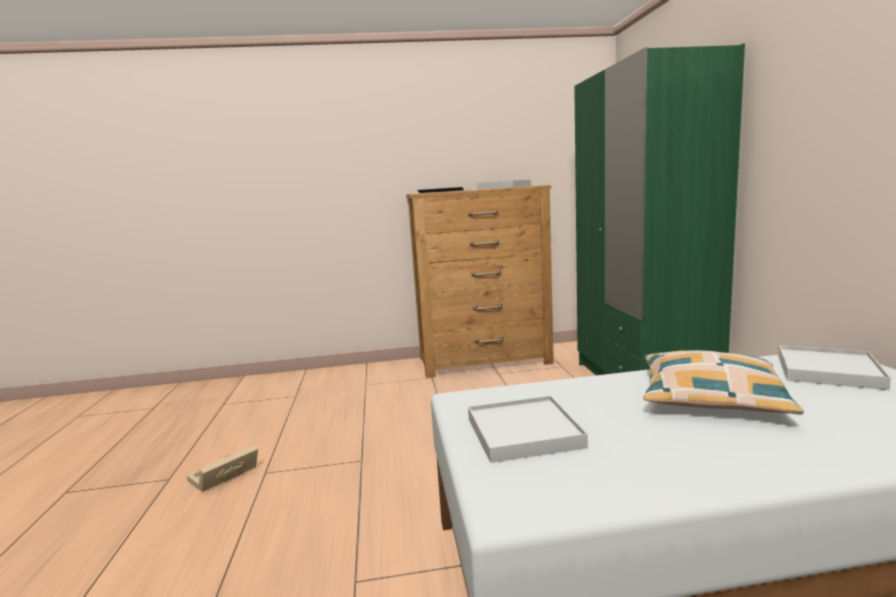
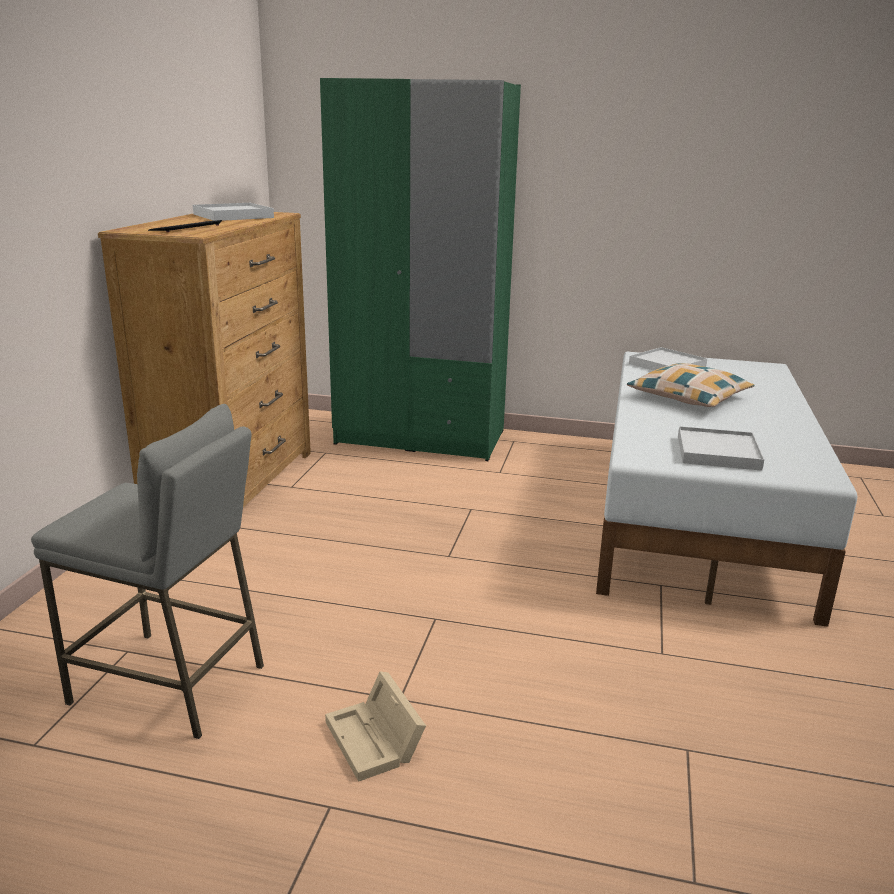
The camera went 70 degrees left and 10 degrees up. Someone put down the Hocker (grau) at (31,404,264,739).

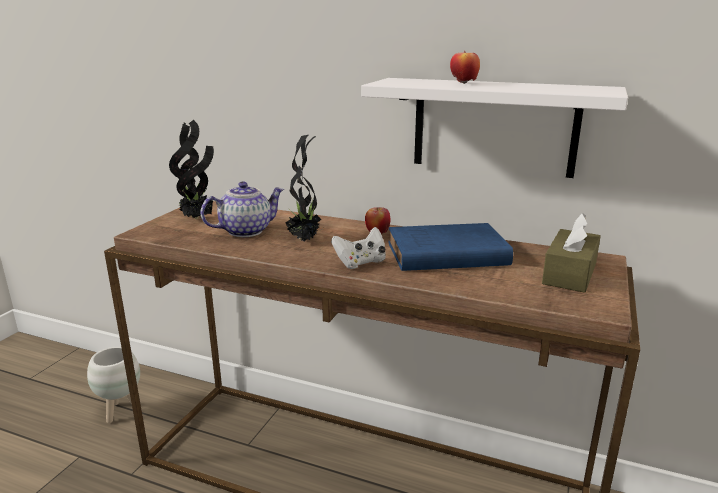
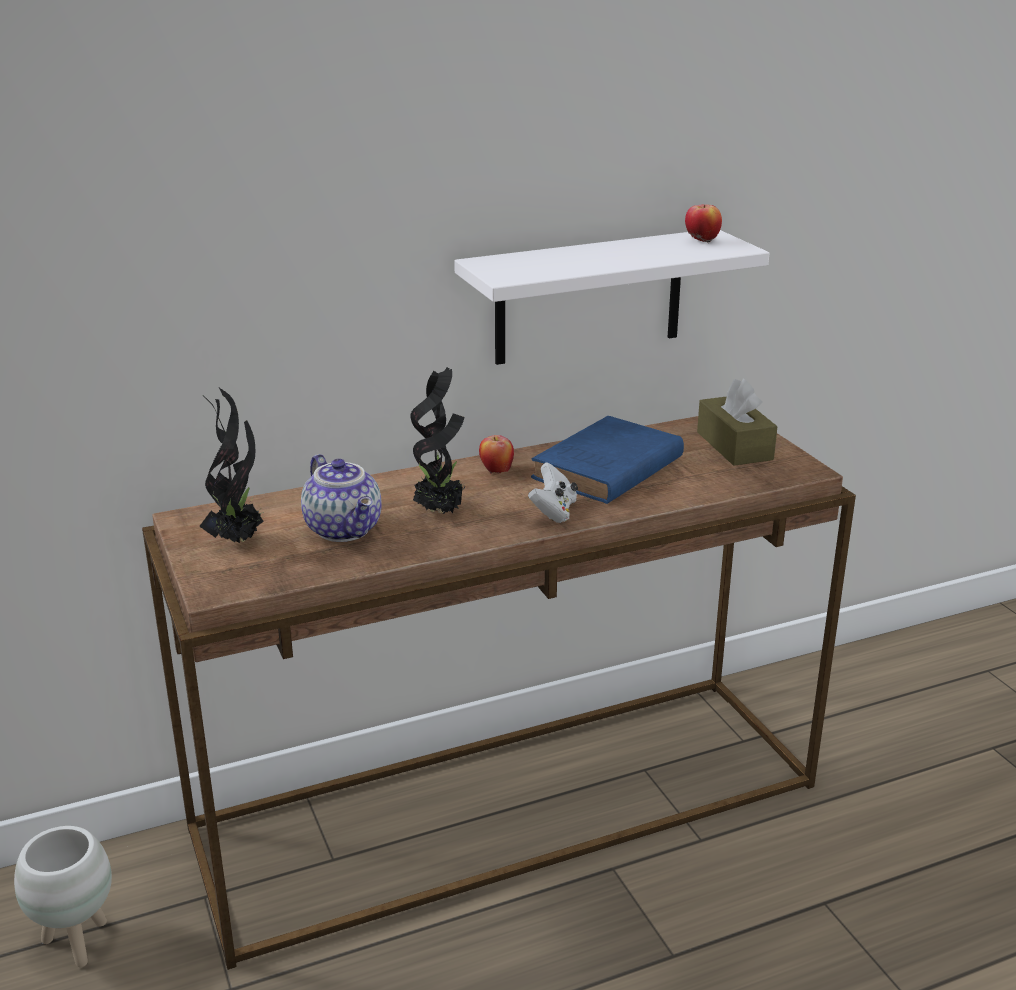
The camera went 45 degrees left and 5 degrees up. Someone carried the Apfel from (450,51,480,84) to (685,204,722,243). Someone rotated the Teekanne at (201,182,284,237) by 135 degrees clockwise.

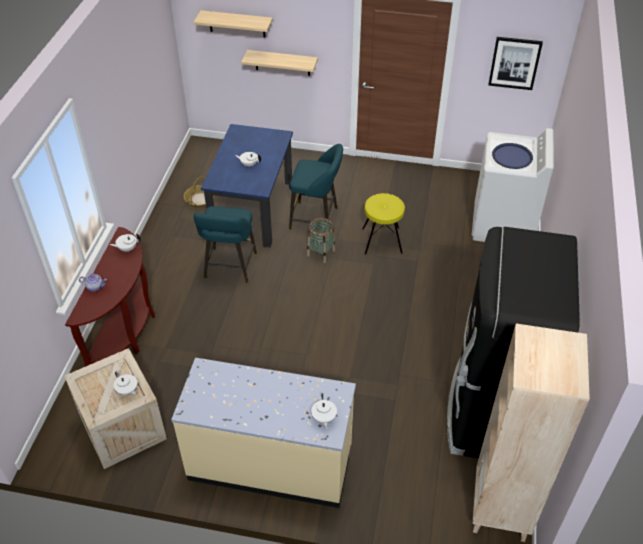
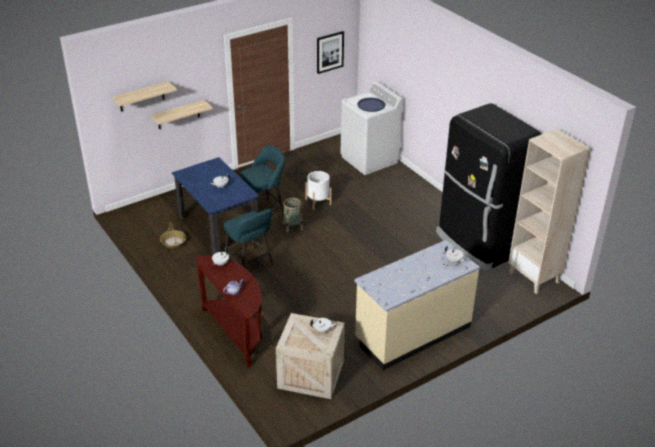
The camera went 45 degrees left and 10 degrees down. Someone swapped the Hocker (gelb) at (362,193,405,255) for the Pflanzkübel (weiß) at (305,171,332,209).

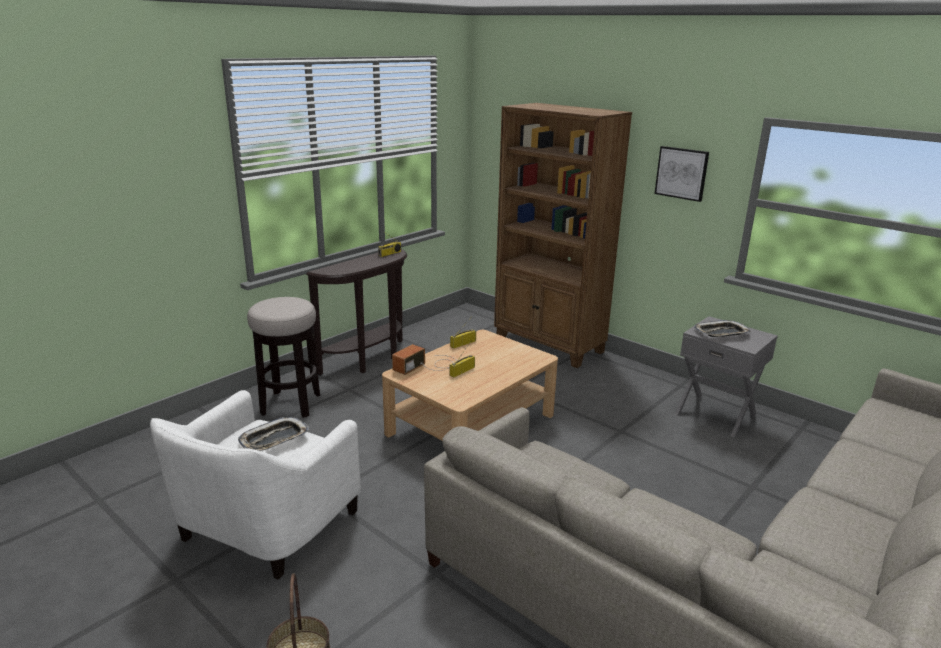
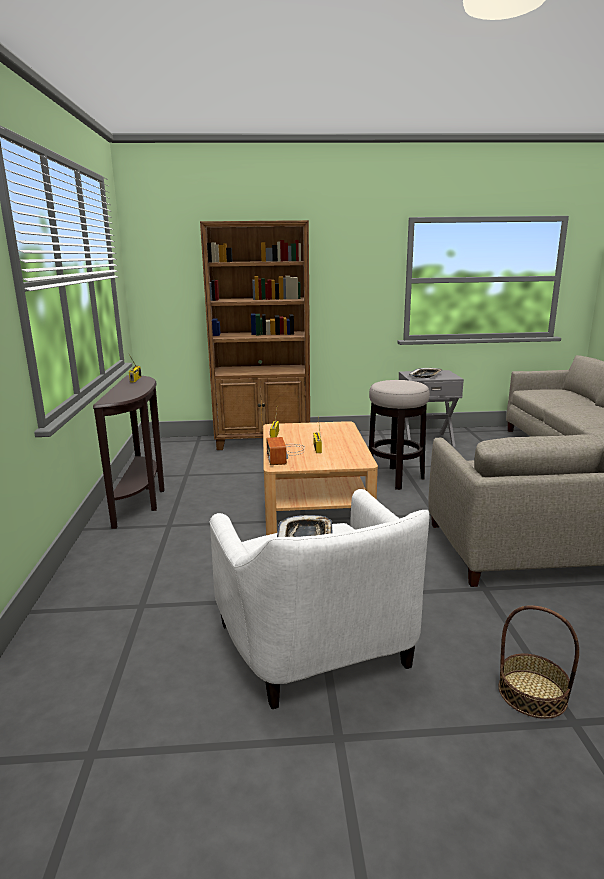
The camera went 45 degrees left and 5 degrees down. Someone took away the Bild at (654,146,709,202). Someone carried the Hocker from (247,297,320,418) to (369,380,430,490).

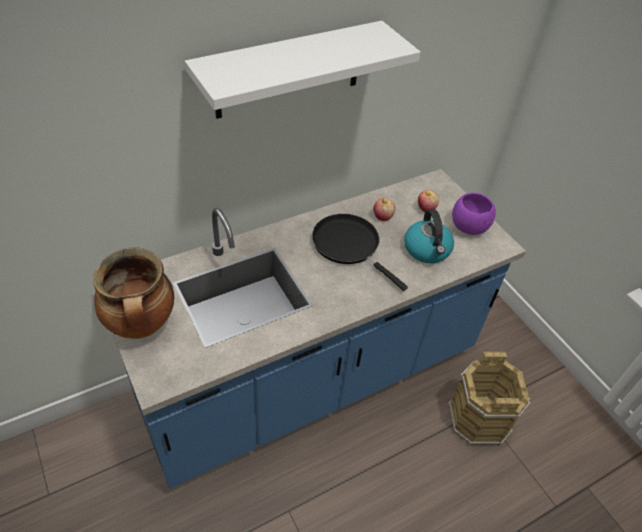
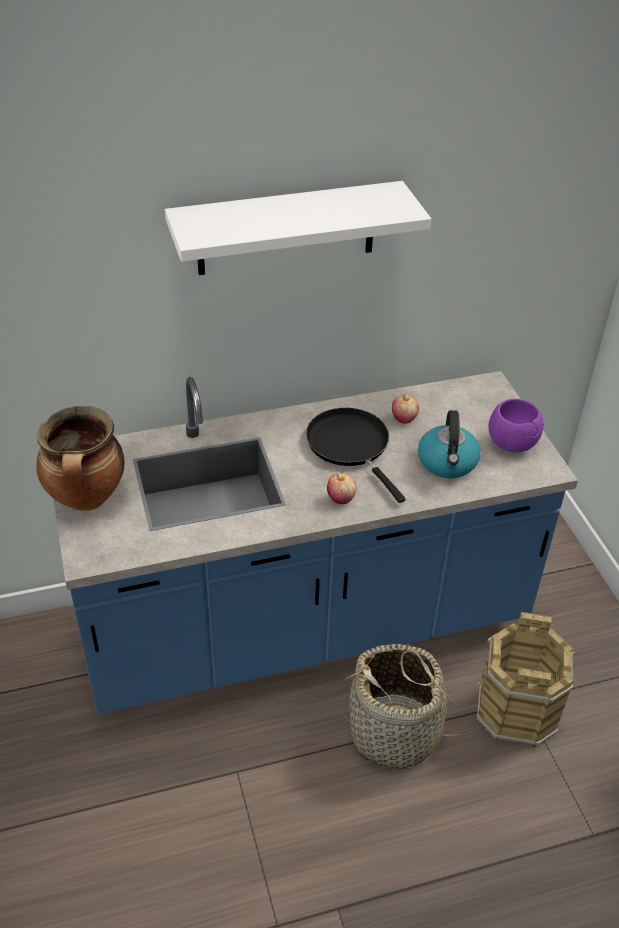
The camera went 15 degrees right and 5 degrees down. Someone put down the Korb at (339,644,468,770). Someone carried the Apfel from (418,190,439,212) to (327,473,357,504).

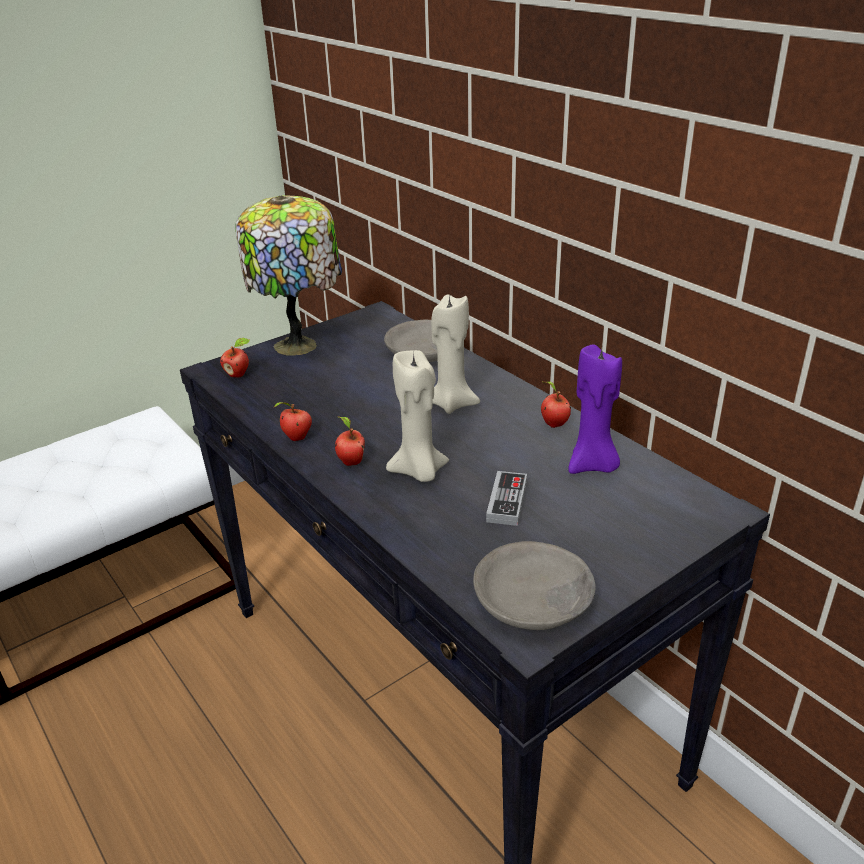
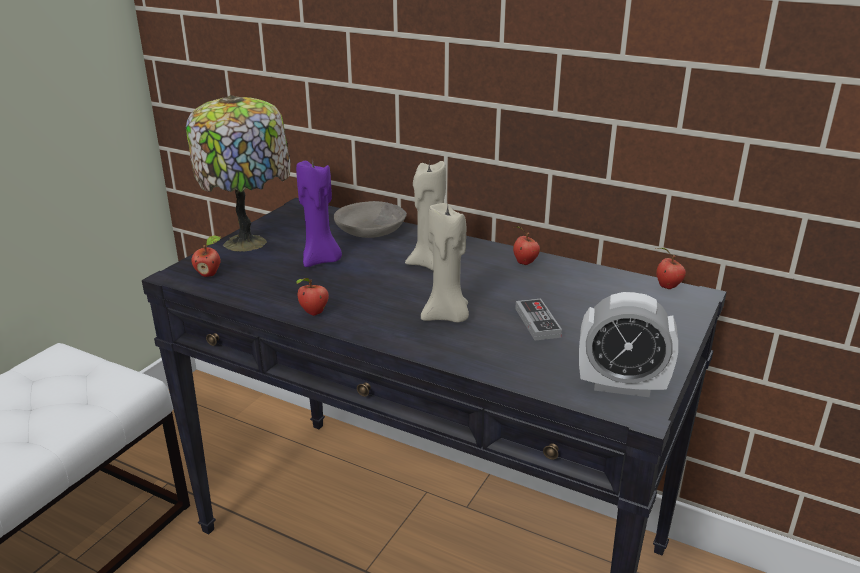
The camera went 25 degrees left and 5 degrees down. Someone carried the Apfel from (335,416,365,466) to (656,248,686,289). Someone carried the Kerze (lila) from (569,344,622,474) to (296,157,342,267). Someone swapped the Schüssel (grau) at (473,541,596,630) for the Wecker at (579,292,678,397).

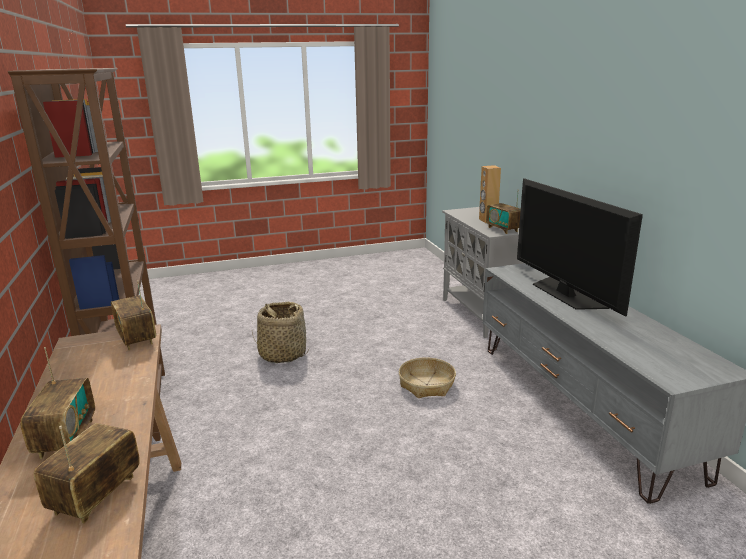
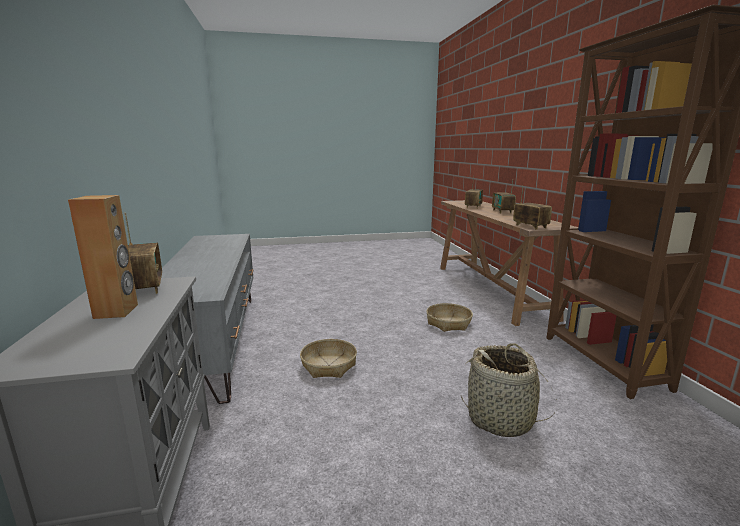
The camera went 175 degrees left and 5 degrees down. Someone took away the Fernseher at (517,178,643,316). Someone put down the Korb at (426,303,473,332).

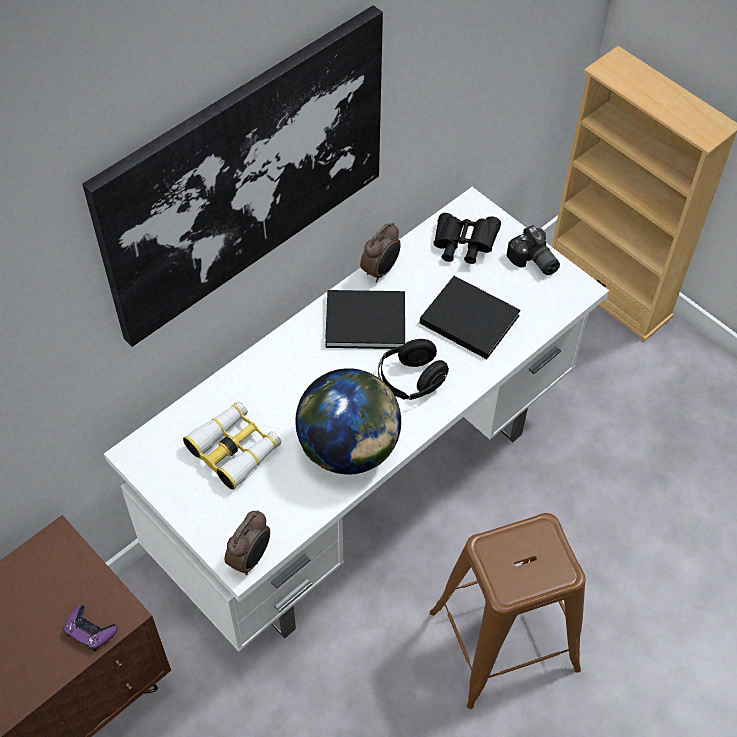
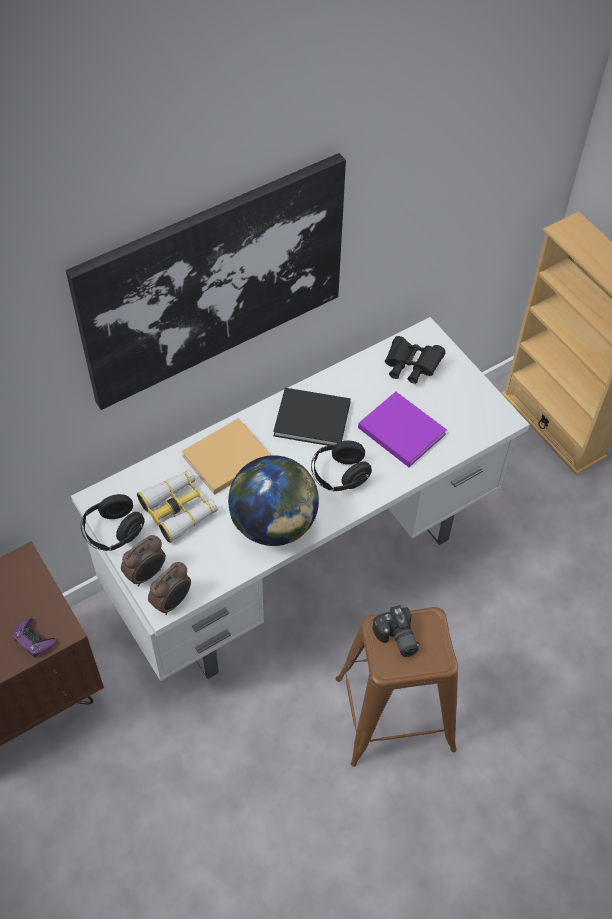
The camera went 10 degrees right and 0 degrees up. Someone put down the Kopfhörer (schwarz) at (81,494,144,551). Someone put down the Buch (beige) at (182,418,271,495). Someone carried the Wecker from (360,222,401,282) to (121,535,166,587). Someone carried the Kamera from (507,225,560,275) to (373,605,418,657). Someone repainted the Buch (schwarz) at (420,276,521,359), which became the Buch (lila) at (358,392,447,467).

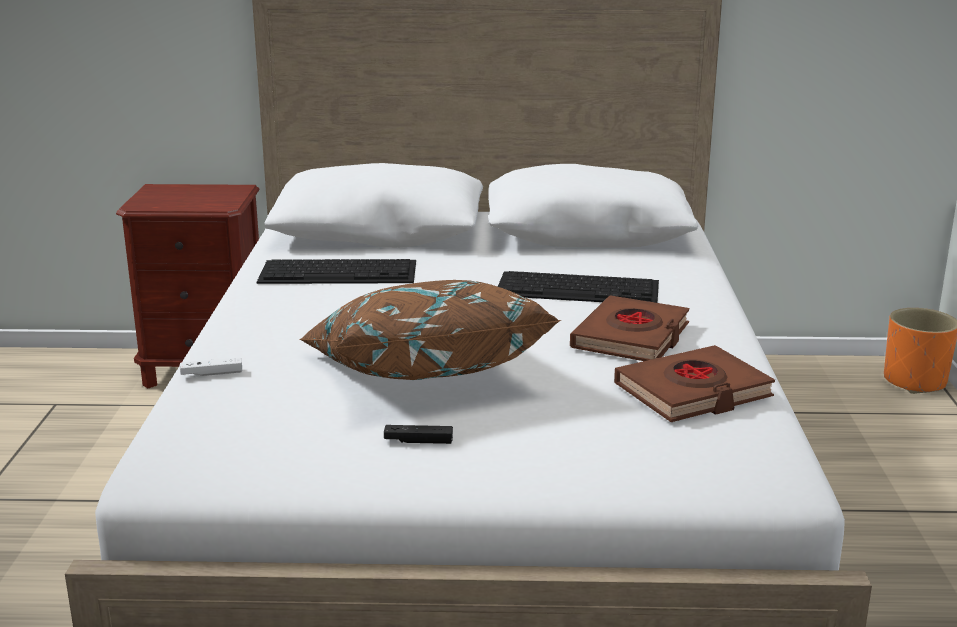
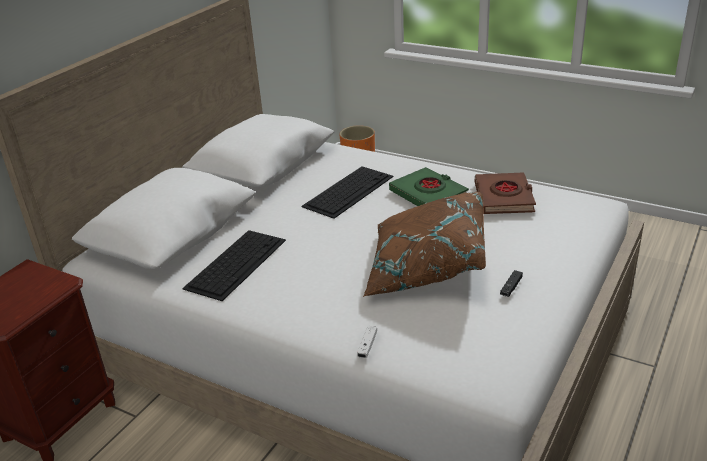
The camera went 60 degrees left and 10 degrees up. Someone repainted the Buch (braun) at (570,295,689,361), which became the Buch (grün) at (389,167,469,206).

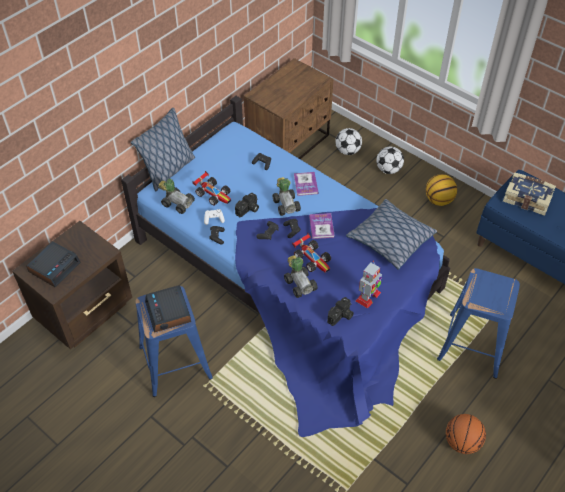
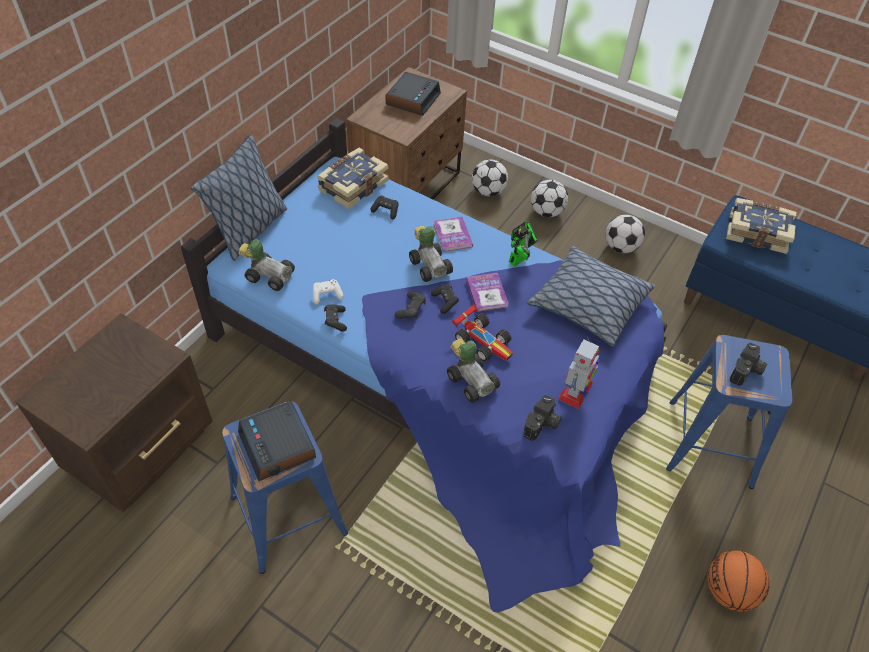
The camera went 10 degrees left and 0 degrees up. Someone took away the Spielzeugauto at (192,171,231,205). Someone put down the Buch at (317,148,389,209). Someone put down the Spielzeugroboter at (509,221,538,266). Someone carried the Wecker from (26,241,81,288) to (386,72,441,116). Someone carried the Kamera from (235,193,259,217) to (730,342,767,386). Someone swapped the Basketball at (426,174,457,206) for the Fußball at (606,215,645,253).

